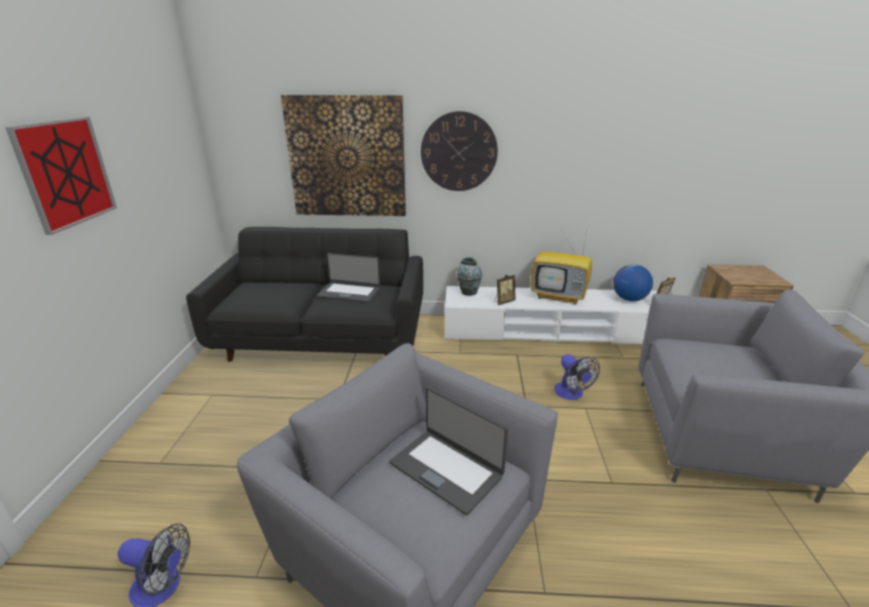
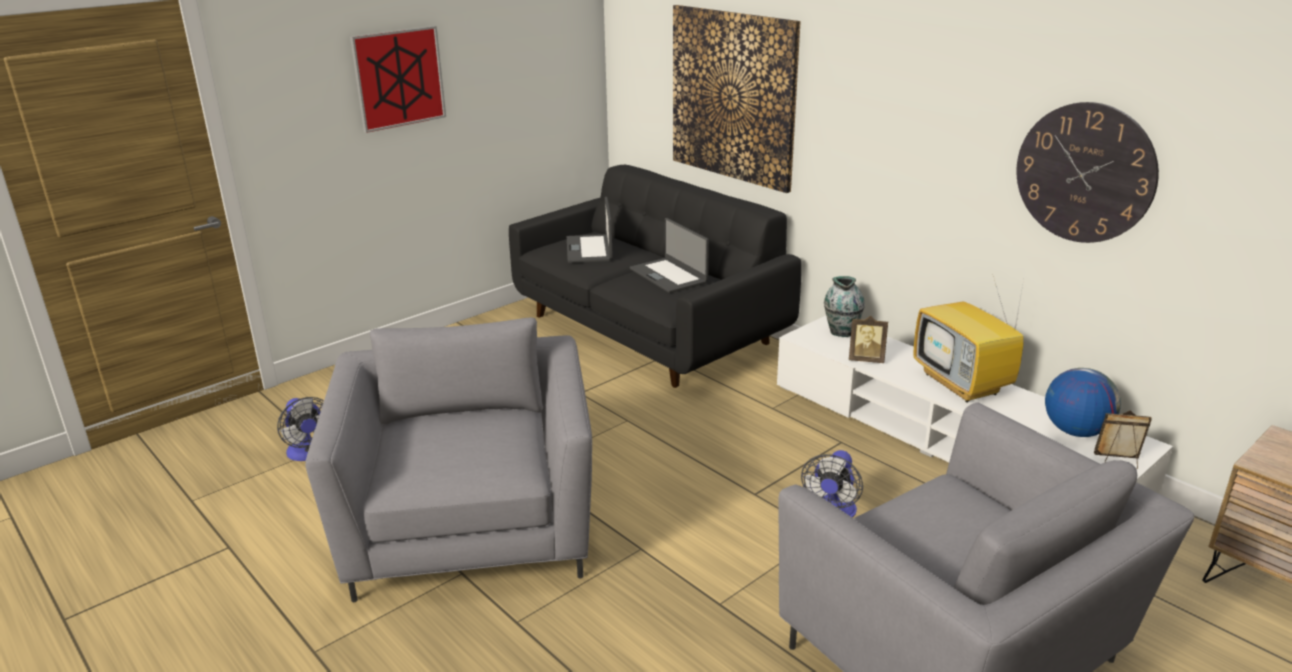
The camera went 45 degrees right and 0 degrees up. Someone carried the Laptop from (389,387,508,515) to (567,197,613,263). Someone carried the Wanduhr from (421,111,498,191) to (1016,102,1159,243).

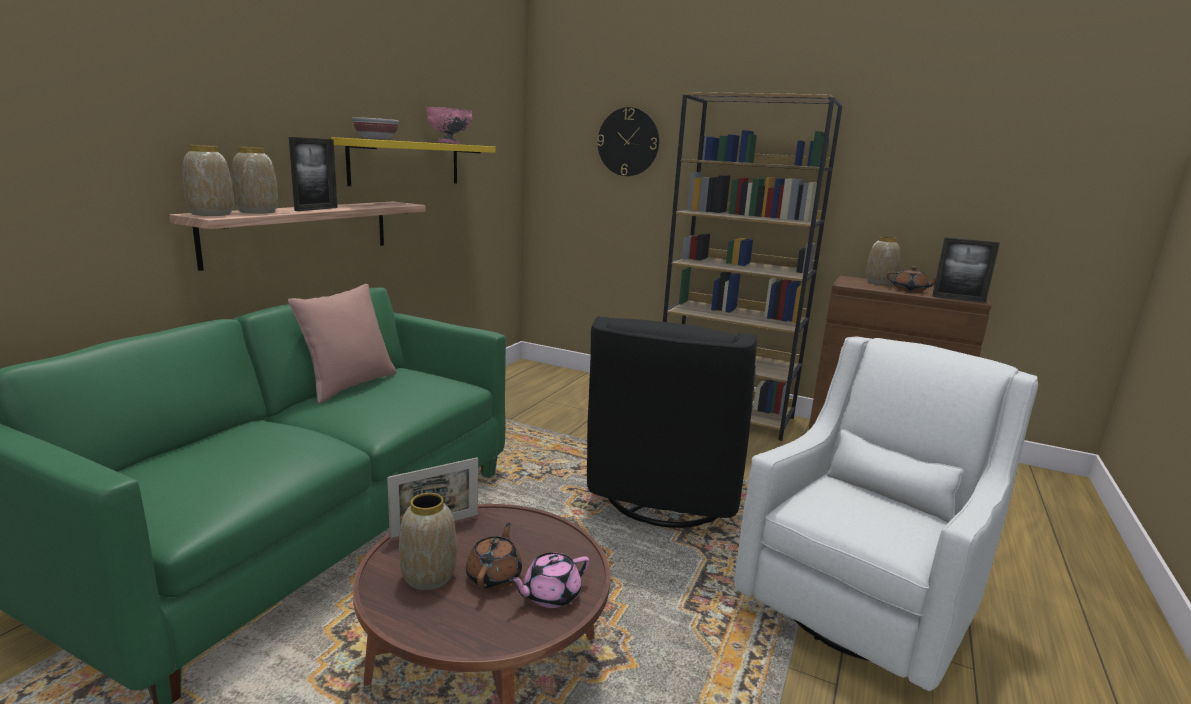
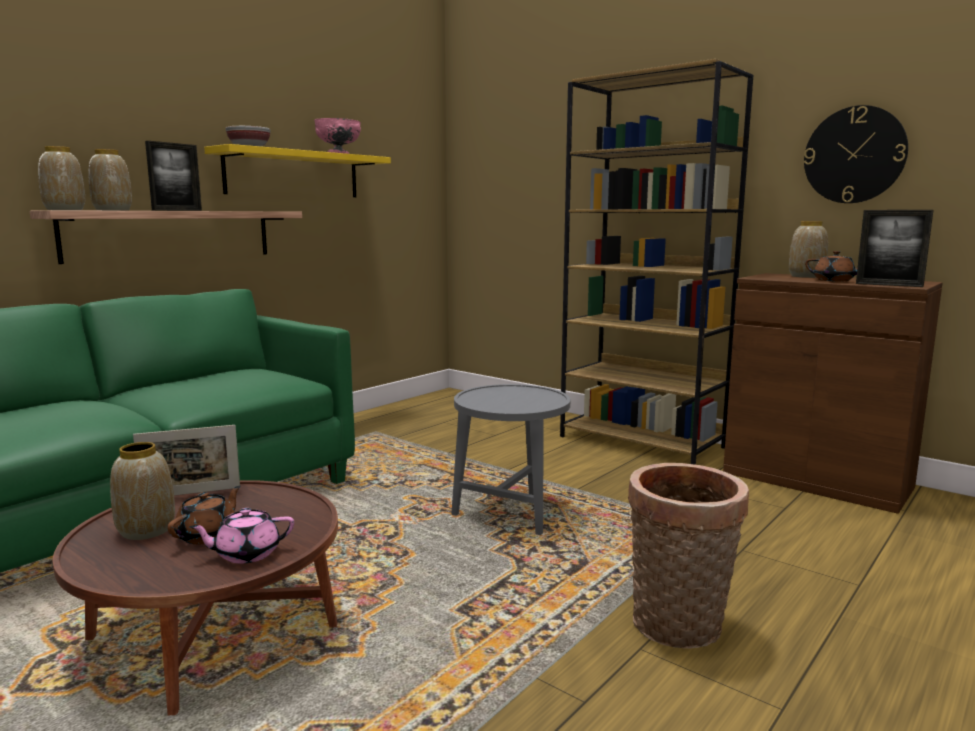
The camera went 15 degrees right and 5 degrees down. Someone took away the Kissen (rosa) at (288,284,397,404). Someone carried the Wanduhr from (597,107,659,176) to (804,105,908,203). Someone swapped the Sessel (schwarz) at (587,316,757,528) for the Beistelltisch (grau) at (451,384,570,535). Someone swapped the Sessel (weiß) at (734,337,1038,691) for the Korb at (628,463,749,649).

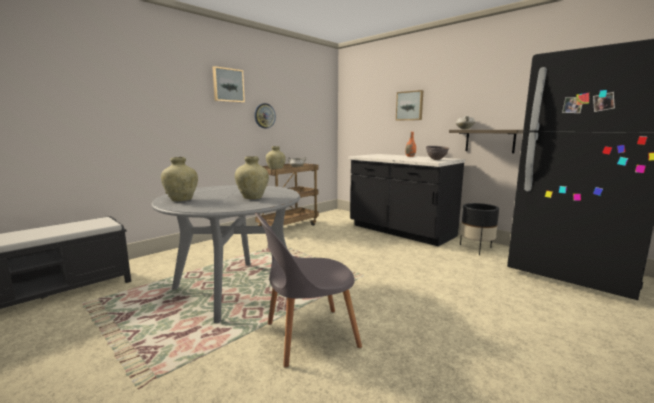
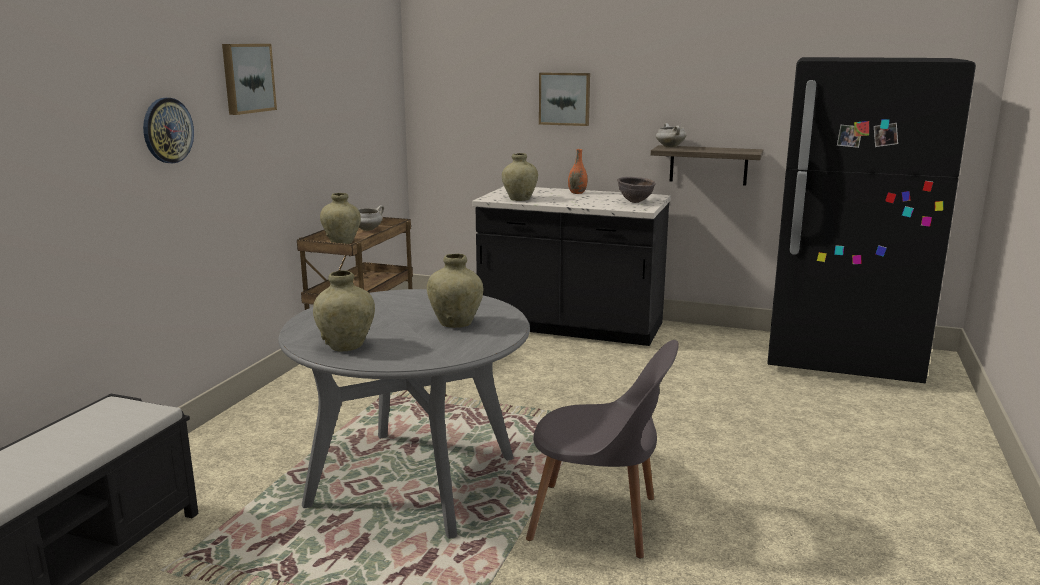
The camera went 25 degrees left and 5 degrees up. Someone took away the Pflanzkübel (schwarz) at (460,203,499,255). Someone put down the Vase (beige) at (502,153,538,201). Someone carried the Wanduhr from (254,103,276,128) to (143,98,194,163). Someone rotated the Stuhl (grau) at (255,213,362,368) by 120 degrees counterclockwise.

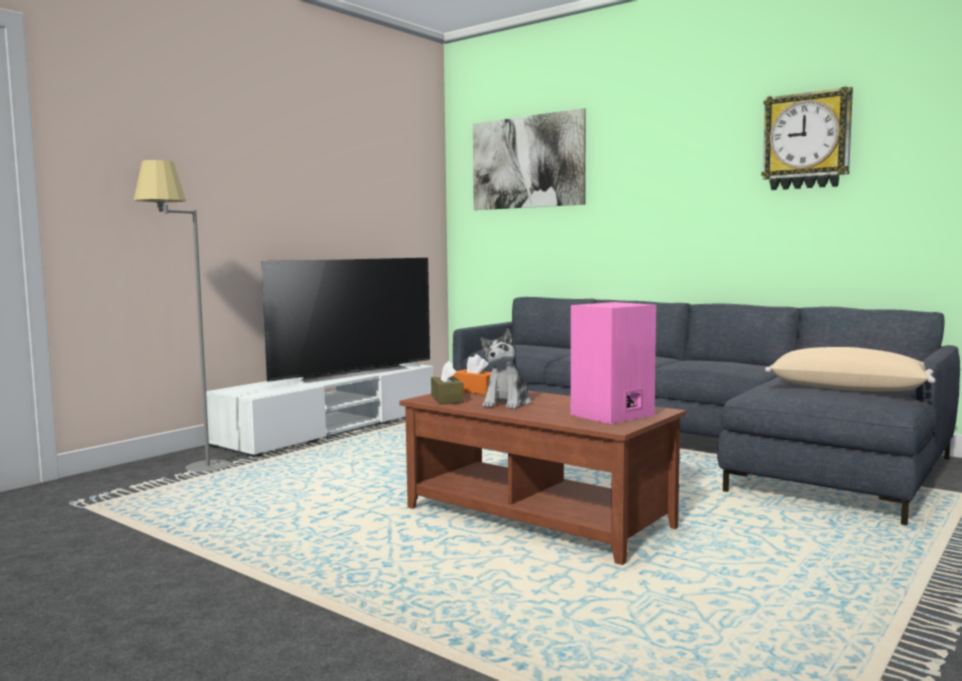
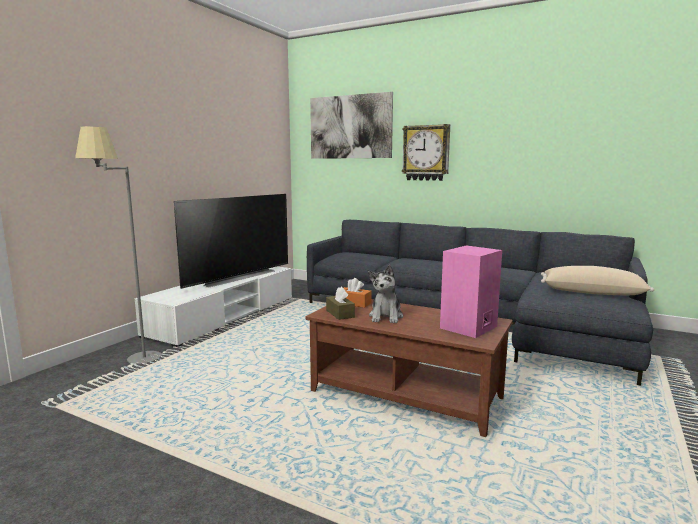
The camera went 10 degrees left and 5 degrees up. Someone carried the Wanduhr from (761,87,853,190) to (402,124,450,181).

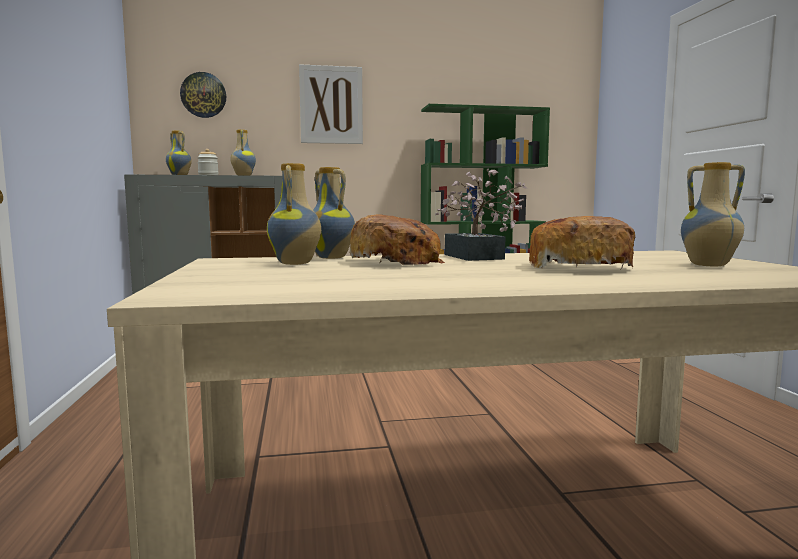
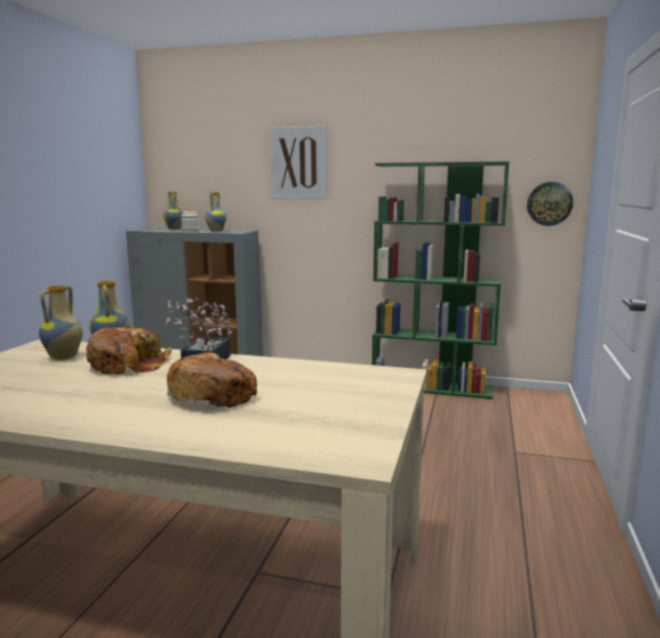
The camera went 25 degrees right and 5 degrees up. Someone took away the Vase at (681,162,745,267). Someone carried the Wanduhr from (180,72,226,118) to (527,182,573,226).

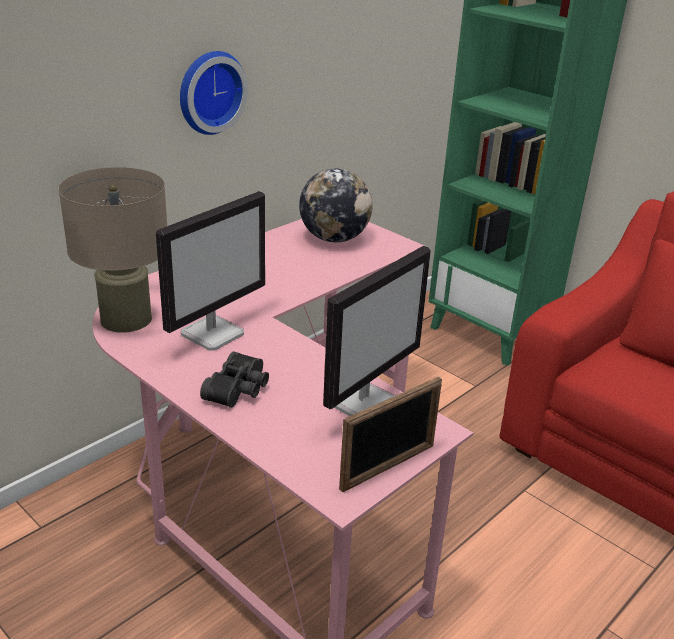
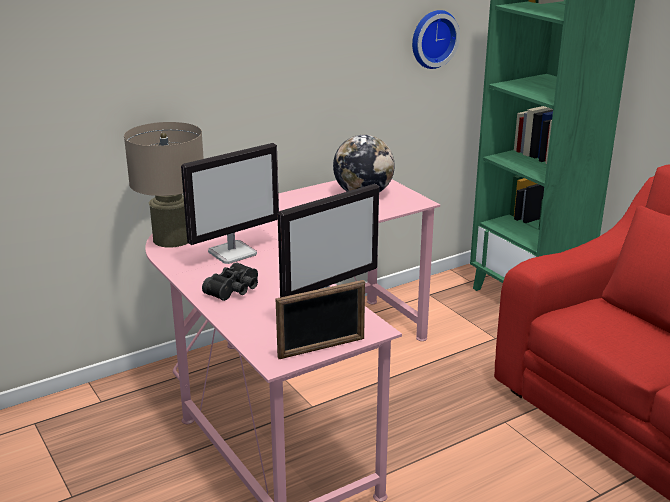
The camera went 15 degrees right and 5 degrees down. Someone carried the Wanduhr from (180,51,248,135) to (412,10,460,69).

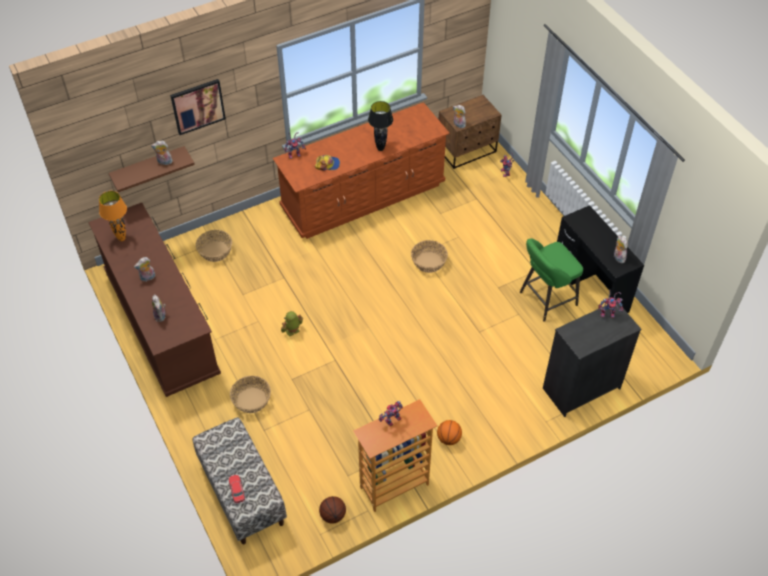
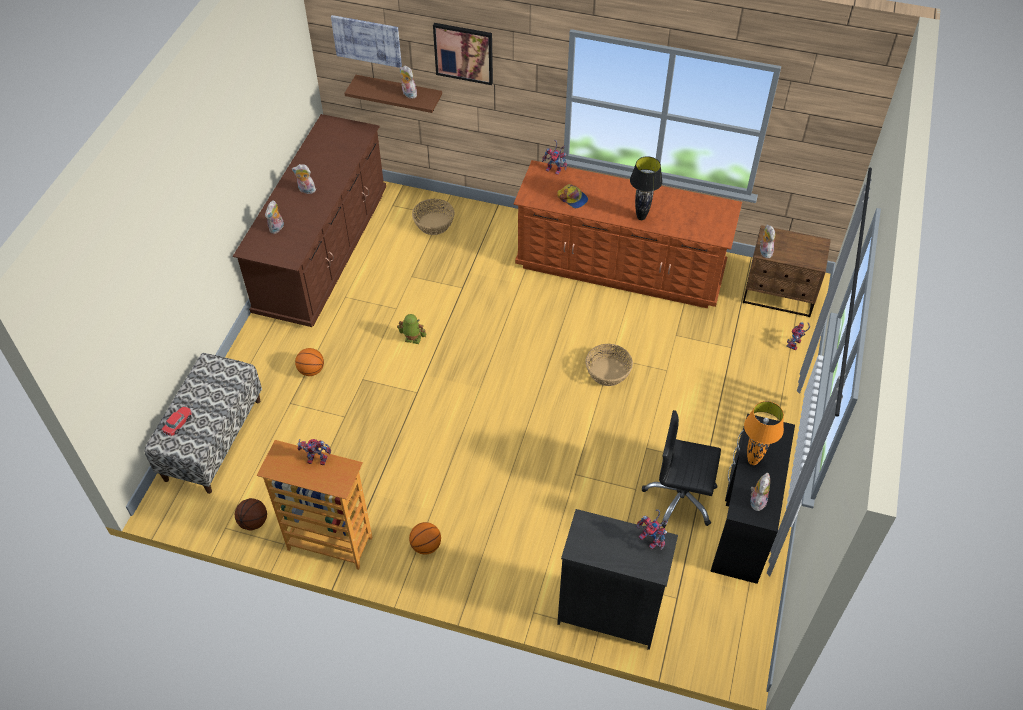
The camera went 45 degrees right and 0 degrees up. Someone put up the Bild at (331,15,402,68). Someone carried the Tischlampe (orange) from (99,191,127,241) to (744,401,784,465). Someone swapped the Korb at (230,376,271,413) for the Basketball at (295,348,324,376). Someone swapped the Hocker (grün) at (520,238,583,322) for the Bürostuhl (schwarz) at (642,410,721,528).

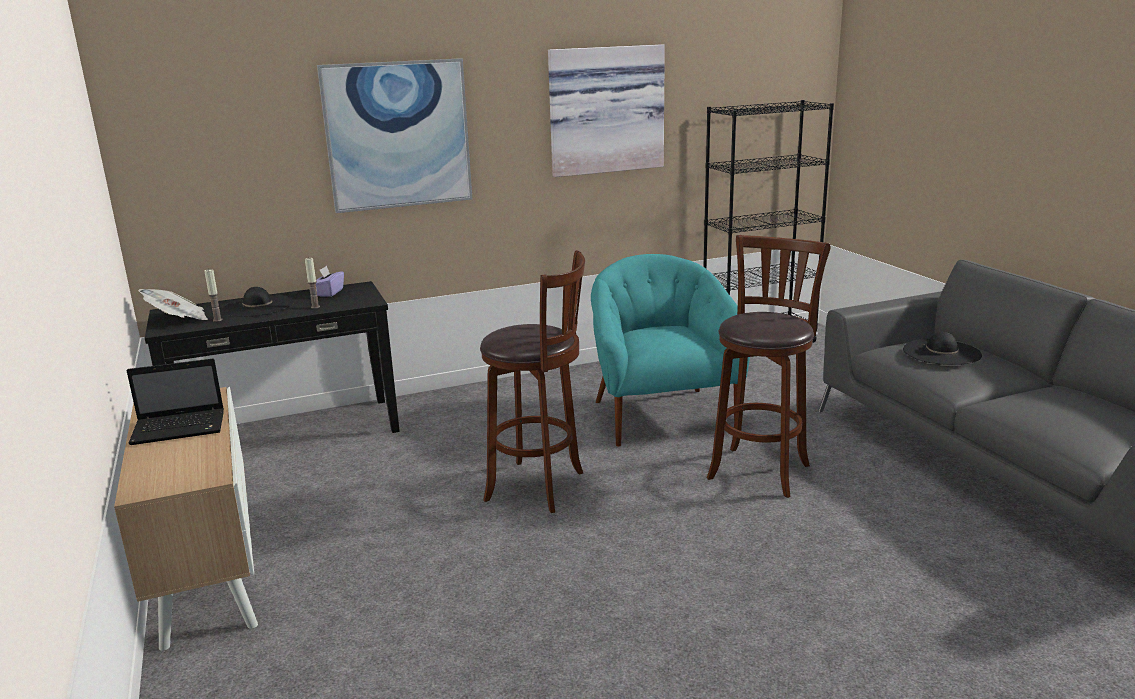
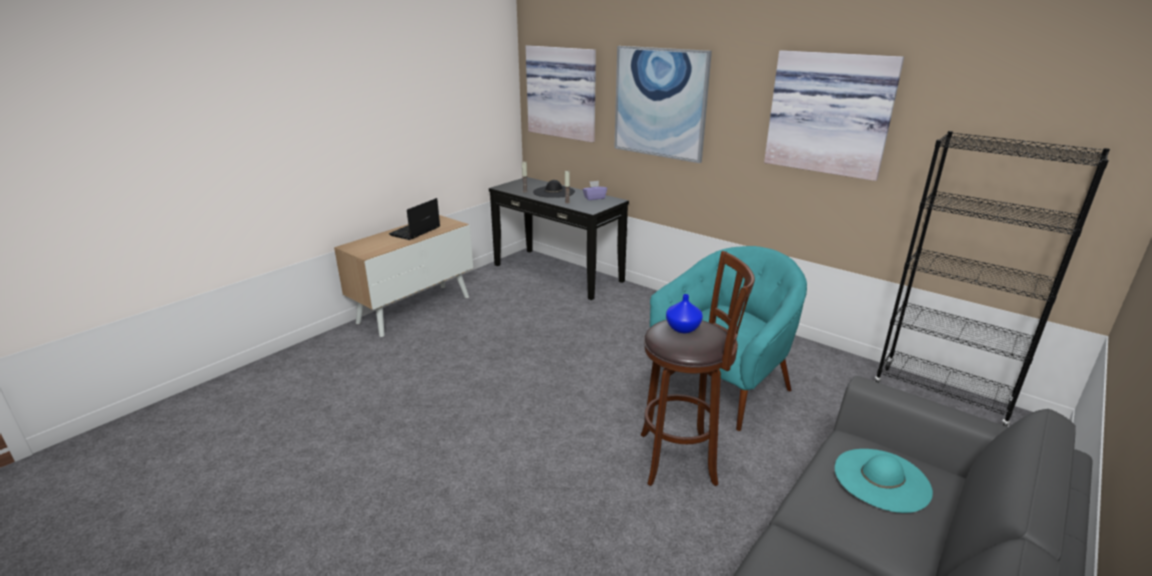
The camera went 60 degrees right and 5 degrees up. Someone took away the Zeitung at (138,289,208,320). Someone took away the Hocker (braun) at (480,250,585,513). Someone put up the Bild at (526,45,596,142). Someone put down the Vase (blau) at (666,294,703,333). Someone repainted the Hut (schwarz) at (903,331,982,365), which became the Hut (türkis) at (835,449,933,513). Someone rotated the Laptop at (126,359,224,445) by 75 degrees clockwise.

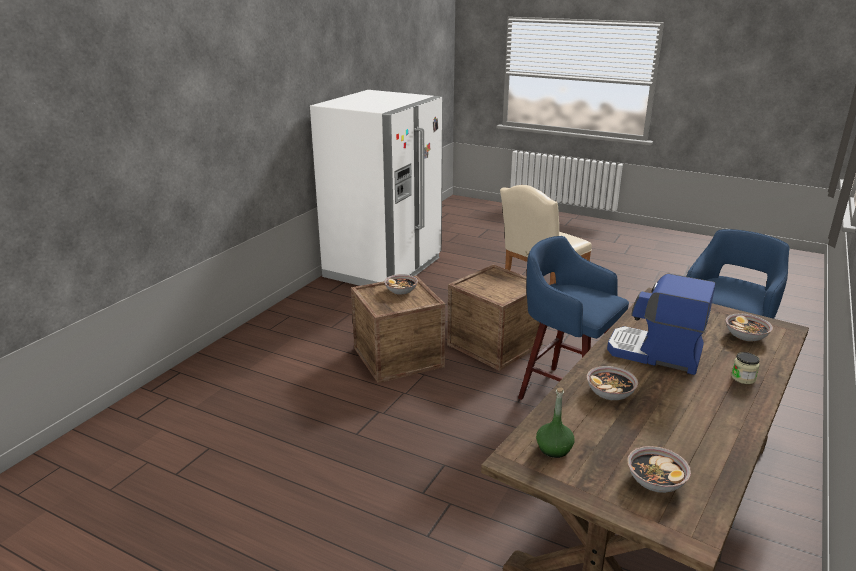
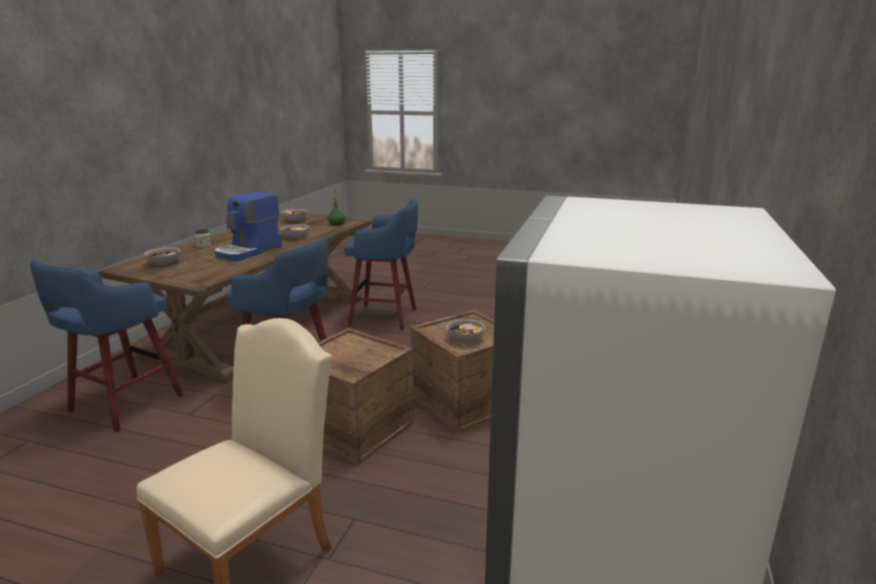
The camera went 170 degrees right and 5 degrees down. Someone put down the Hocker (blau) at (344,199,418,330). Someone rotated the Kaffeemaschine at (607,273,716,375) by 105 degrees clockwise.

